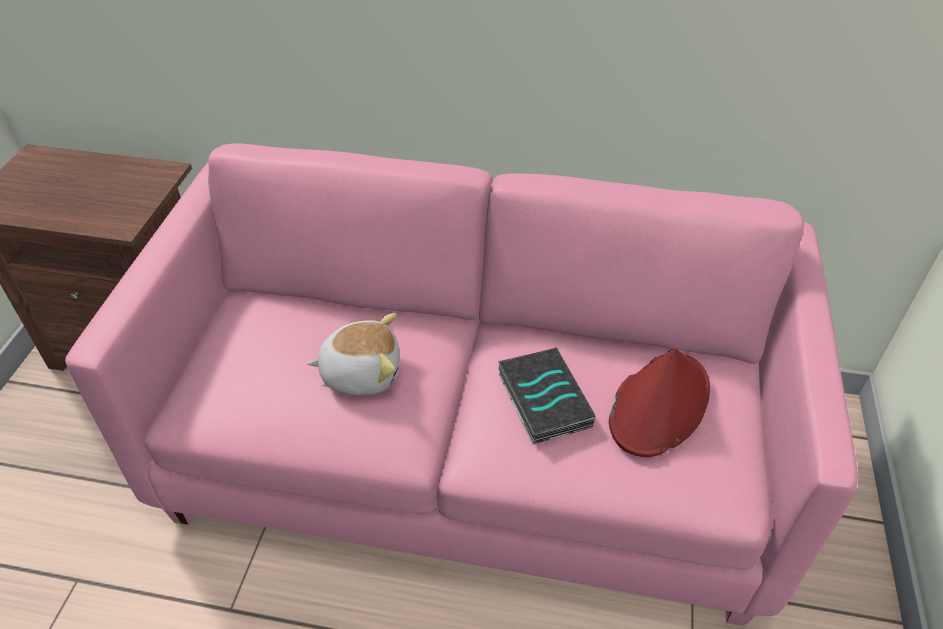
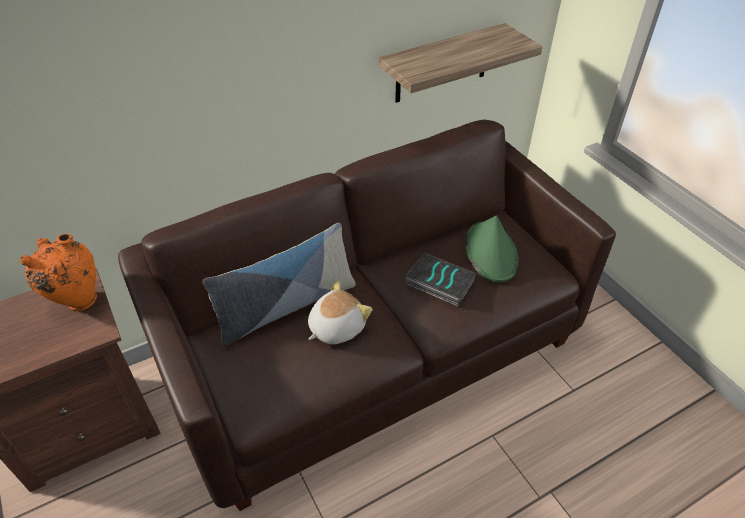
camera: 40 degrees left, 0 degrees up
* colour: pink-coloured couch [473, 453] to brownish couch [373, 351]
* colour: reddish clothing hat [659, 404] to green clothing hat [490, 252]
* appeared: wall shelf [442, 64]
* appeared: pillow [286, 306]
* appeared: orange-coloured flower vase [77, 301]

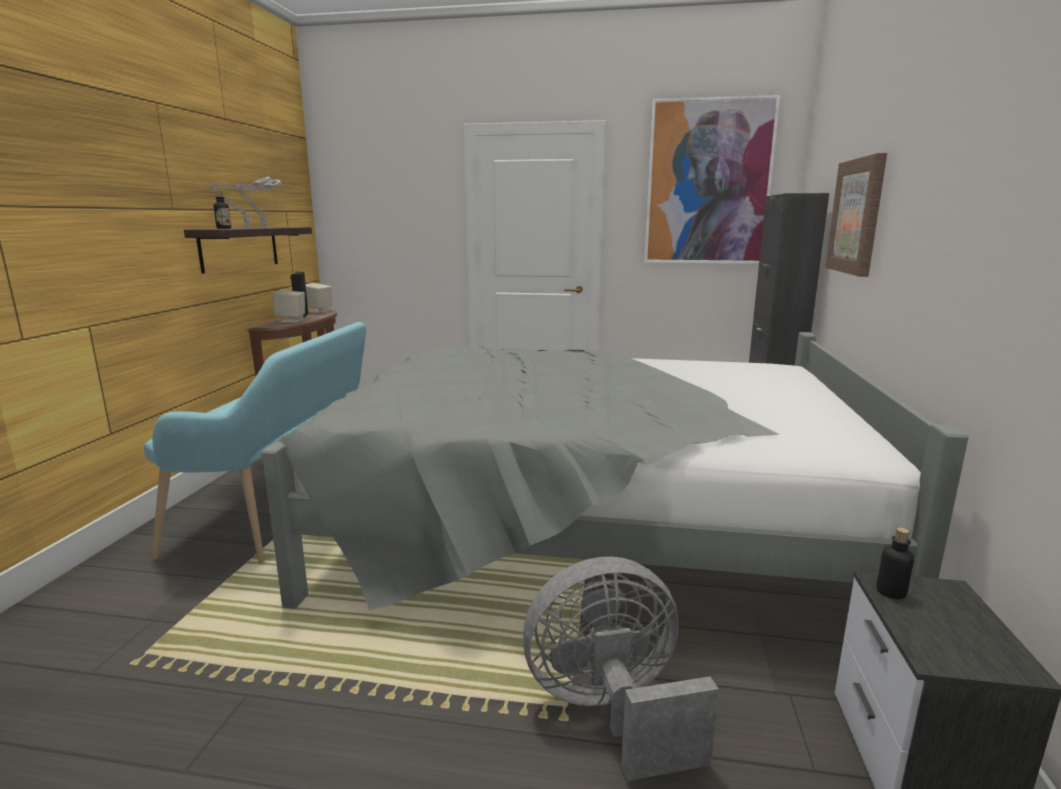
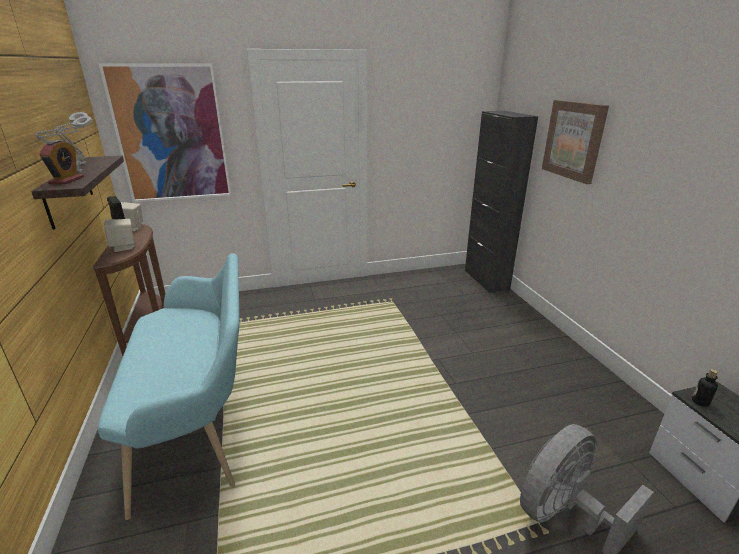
camera: 25 degrees left, 10 degrees up
* relocated: wall art [708, 183] to [171, 134]
* exchanged: bottle [224, 228] to alarm clock [67, 180]
* missing: gray sleeping bed [586, 528]

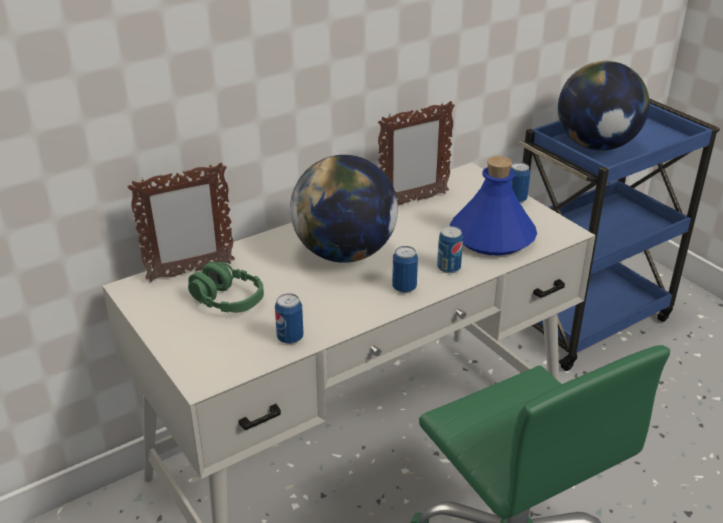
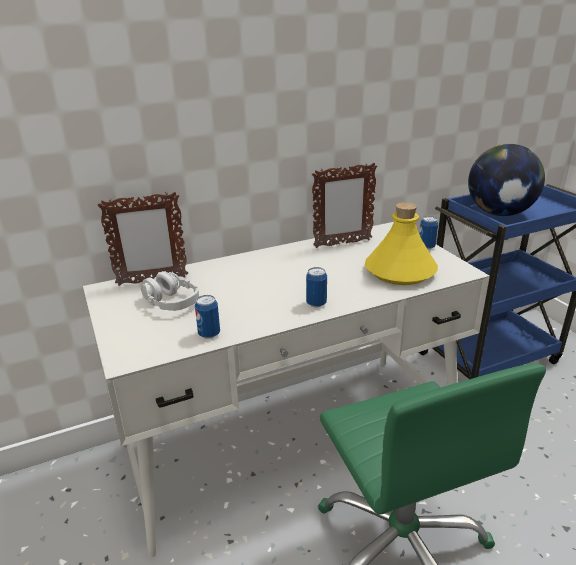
camera: 10 degrees right, 5 degrees down
* missing: world globe [345, 253]
* colour: bluish bottle [492, 237] to yellowish bottle [400, 272]
* missing: can [448, 267]
* colour: green headphones [227, 300] to gray headphones [171, 302]

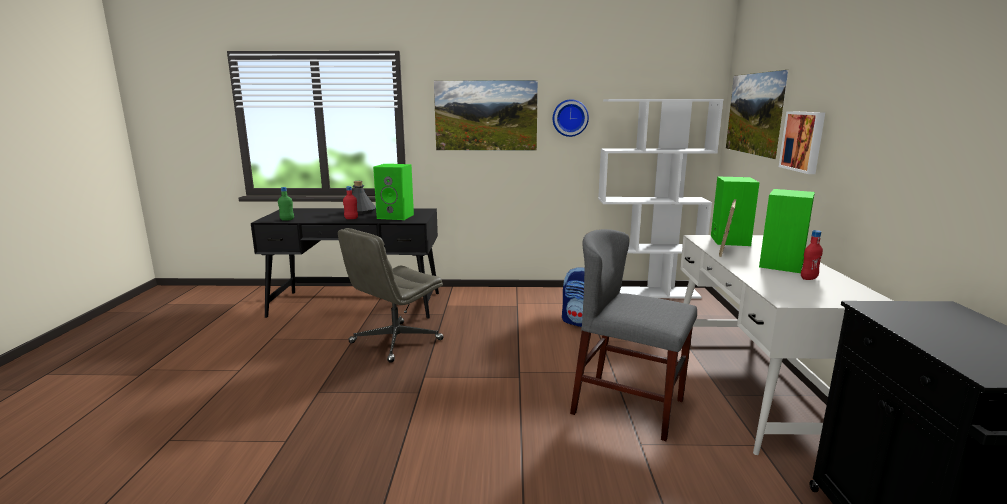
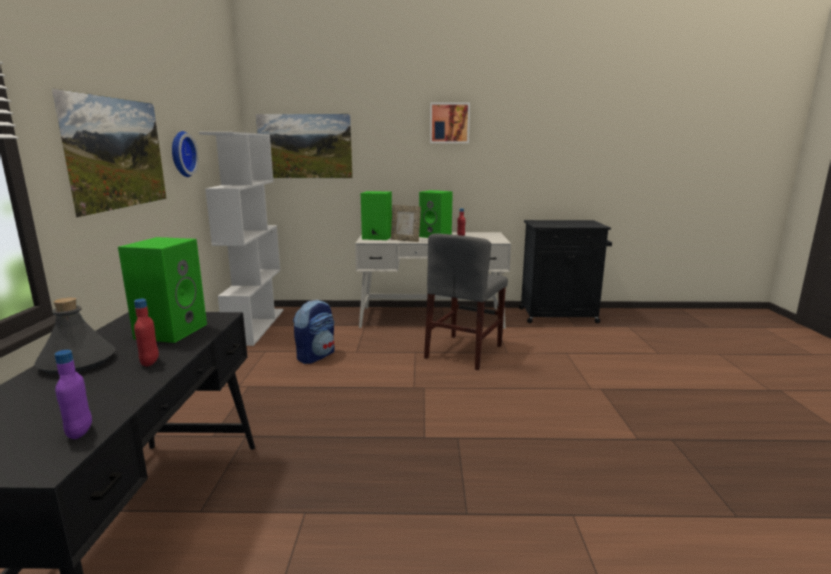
camera: 90 degrees left, 0 degrees up
* relocated: wall art [804, 141] to [449, 123]
* colour: green bottle [287, 220] to purple bottle [80, 432]
* missing: gray office chair [395, 342]

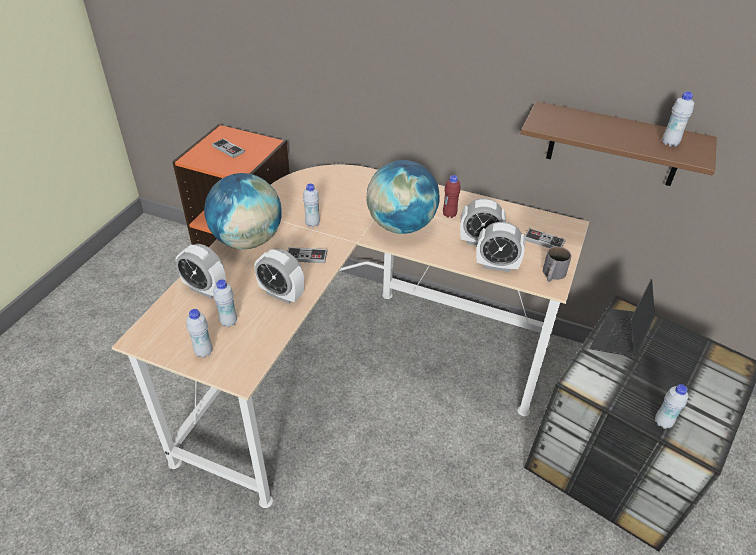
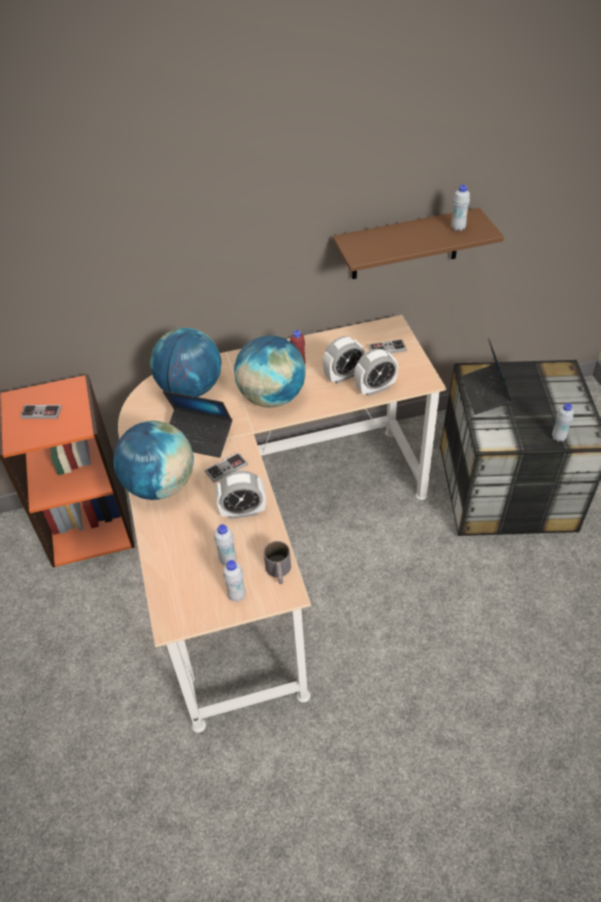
camera: 35 degrees left, 5 degrees up
* exchanged: white bottle [312, 224] to notebook computer [198, 438]
* missing: alarm clock [205, 289]
* relocated: gray tea mug [552, 275] to [279, 572]
* appeared: world globe [191, 389]

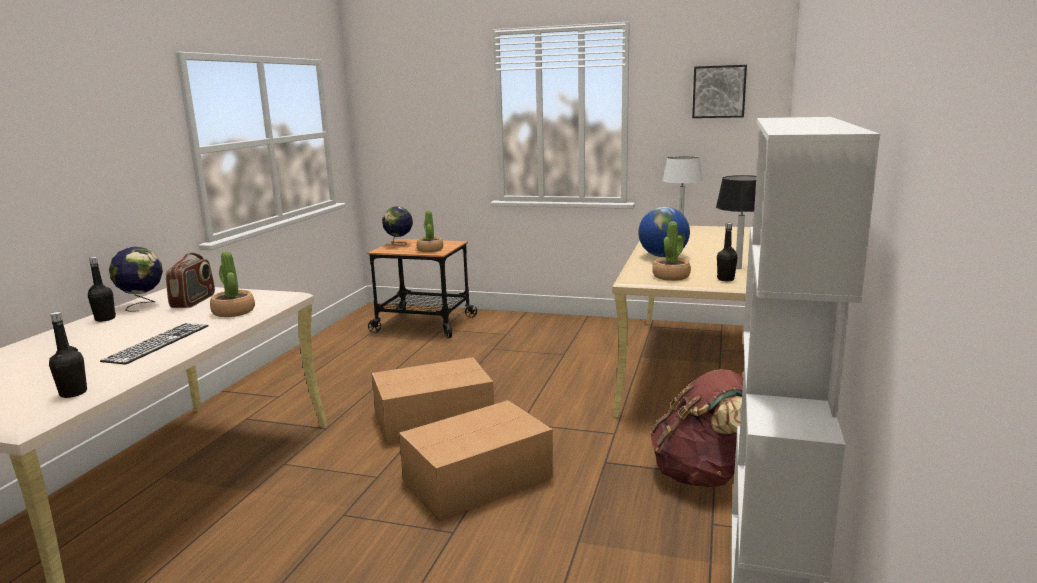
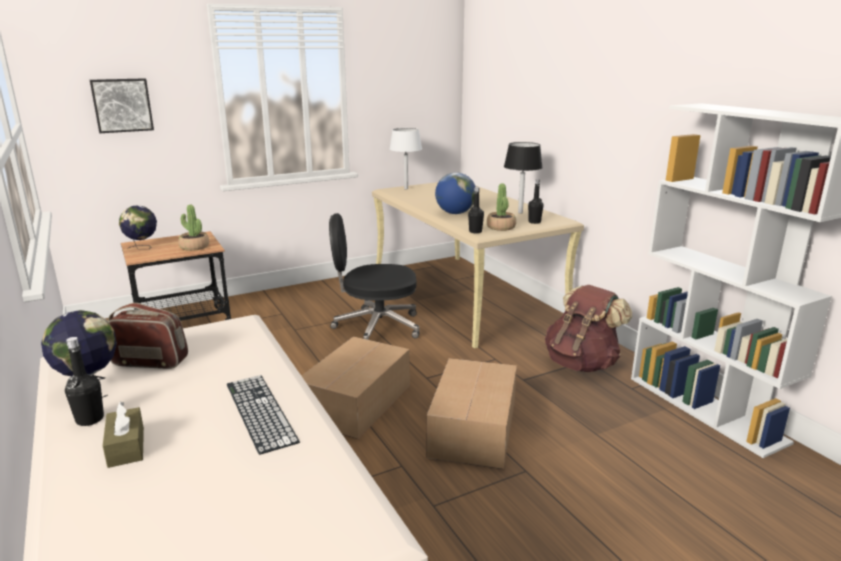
camera: 45 degrees left, 5 degrees up
* relocated: wall art [719, 91] to [122, 105]
* missing: potted plant [233, 312]
* spun: radio receiver [194, 301] = [150, 361] 45 degrees counterclockwise
* relocated: black bottle [73, 393] to [475, 231]
* appeared: black office chair [376, 327]
* appeared: brownish tissue box [126, 447]

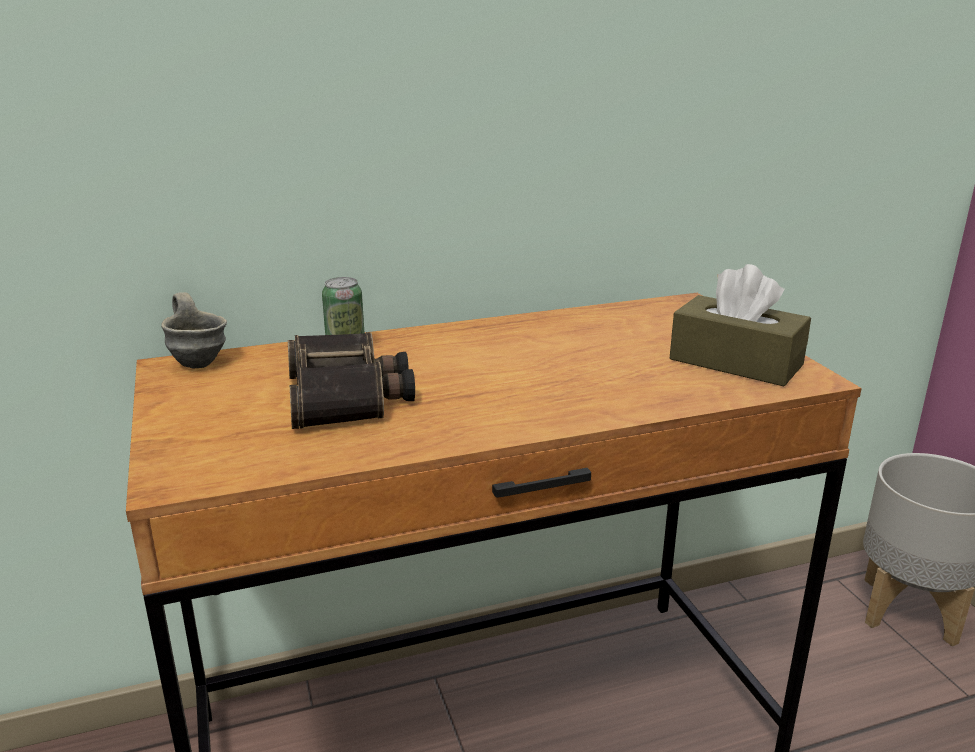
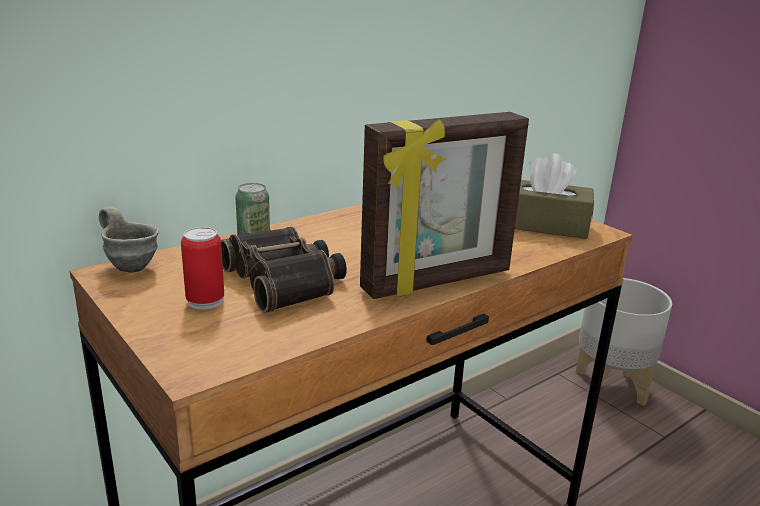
camera: 20 degrees left, 0 degrees up
* appeared: photo frame [438, 282]
* appeared: can [205, 301]

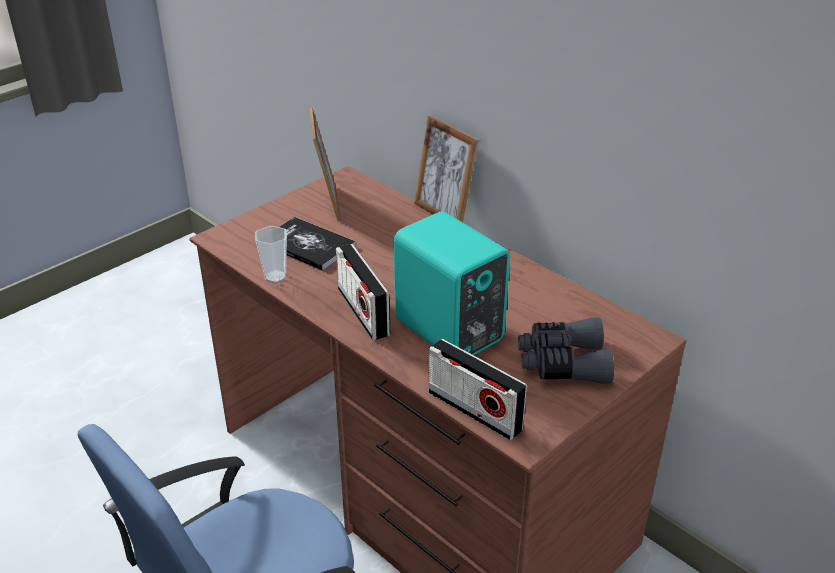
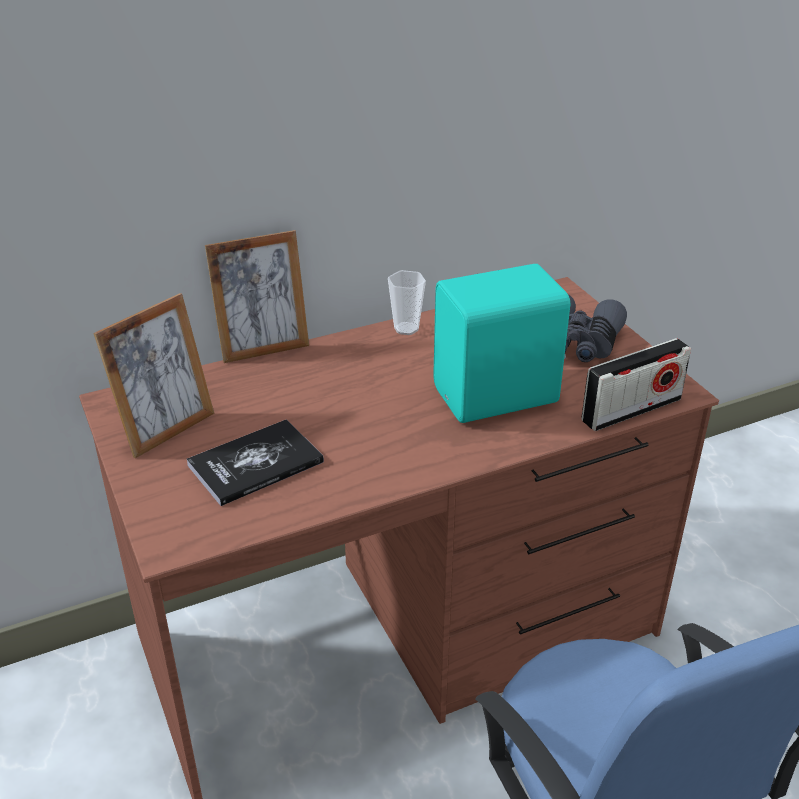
camera: 70 degrees left, 0 degrees up
* spun: photo frame [327, 204] = [166, 429] 120 degrees clockwise
* relocated: small cup [275, 277] to [406, 329]
* missing: radio receiver [363, 312]

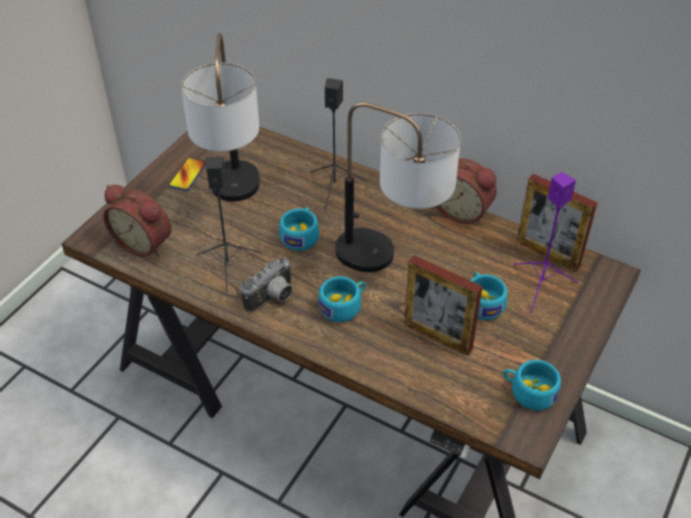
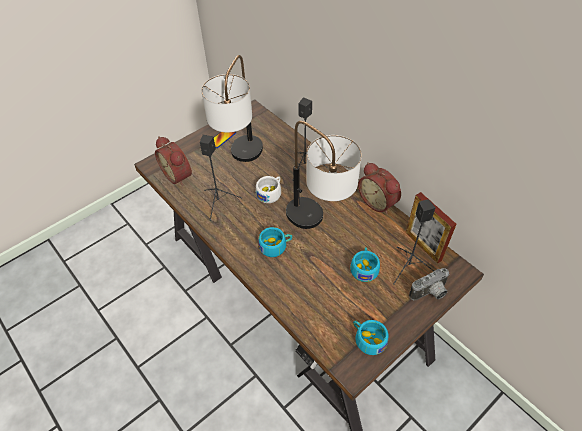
camera: 20 degrees right, 5 degrees up
* colour: purple audio speaker [541, 285] to black audio speaker [409, 267]
* colour: turquoise-coloured small cup [301, 235] to white small cup [270, 193]
* missing: photo frame [437, 336]
* relocated: still camera [273, 299] to [430, 293]

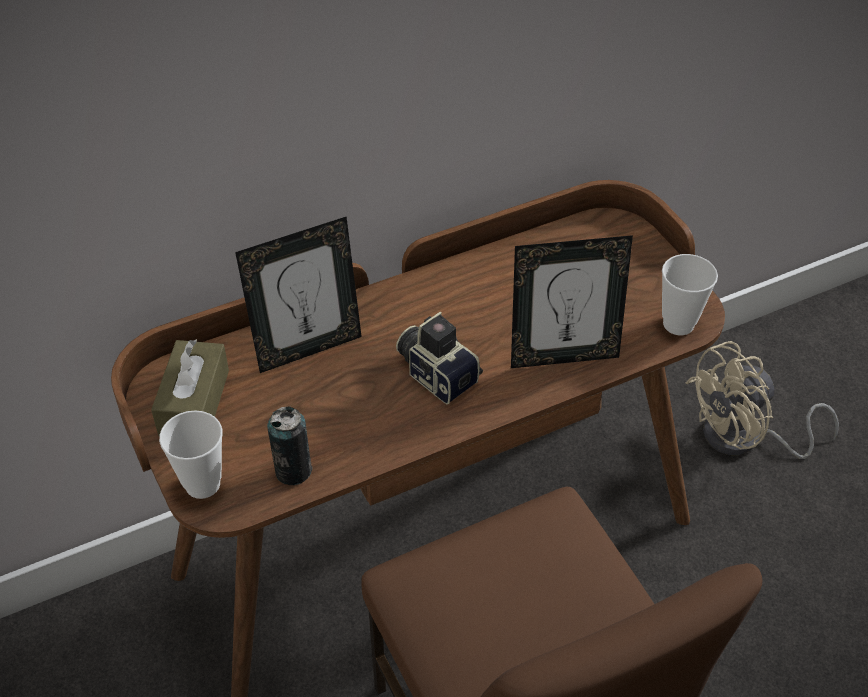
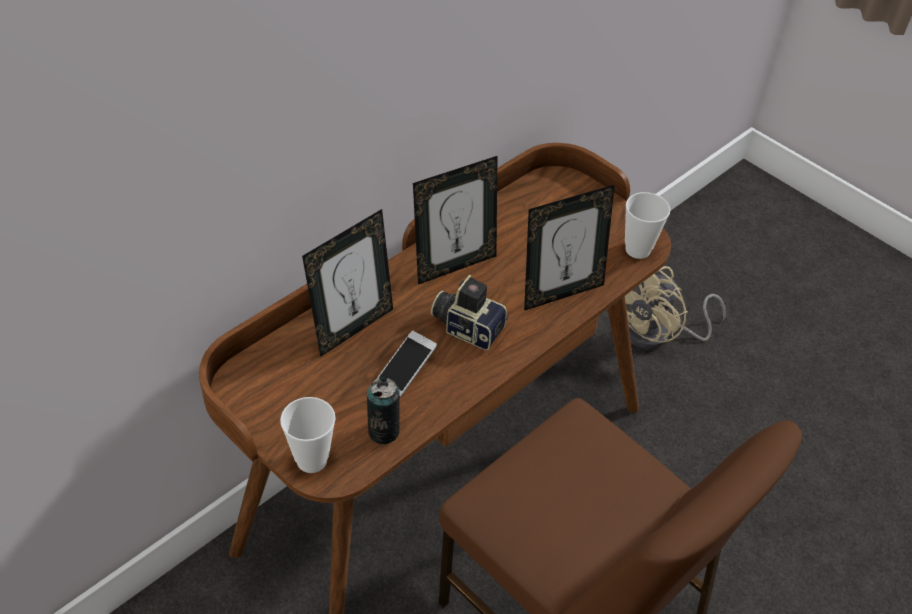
camera: 20 degrees left, 0 degrees up
* missing: brownish tissue box [194, 402]
* appeared: photo frame [454, 265]
* appeared: phone [405, 370]

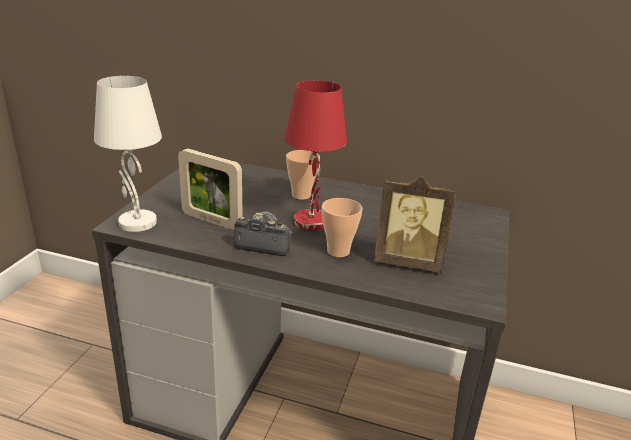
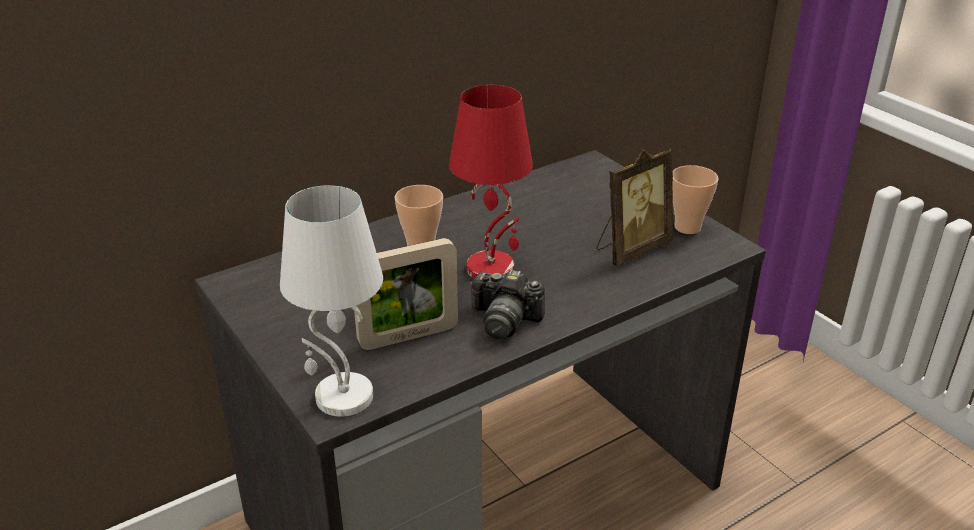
camera: 50 degrees left, 5 degrees up
* relocated: small cup [338, 251] to [687, 227]
* spun: still camera [263, 244] = [505, 320] 120 degrees counterclockwise

